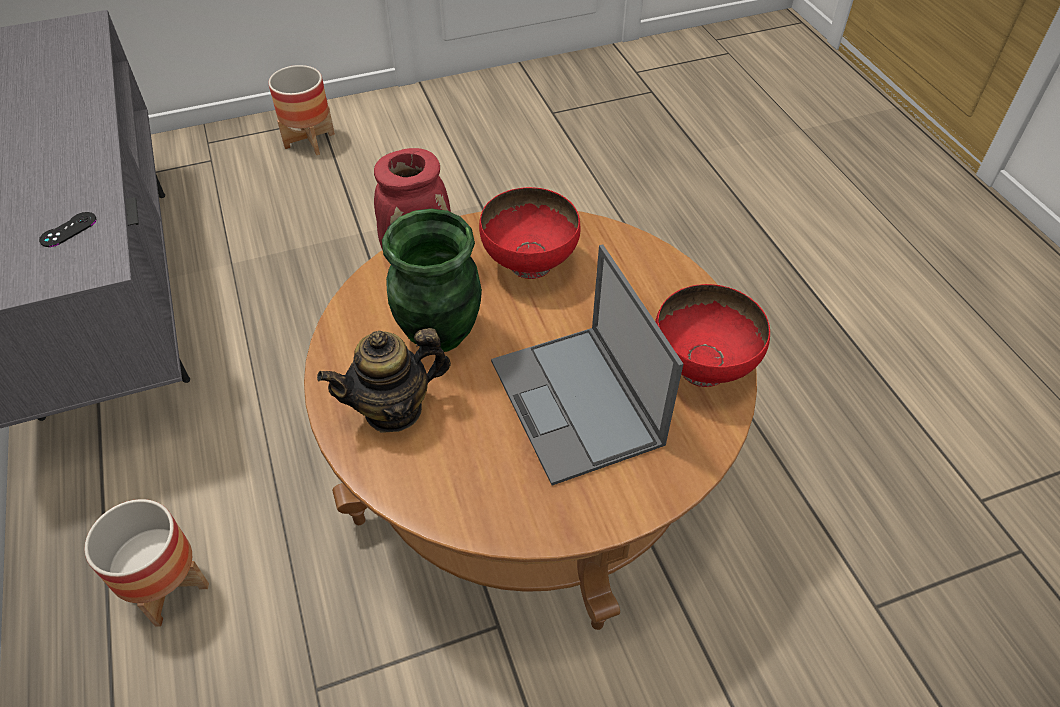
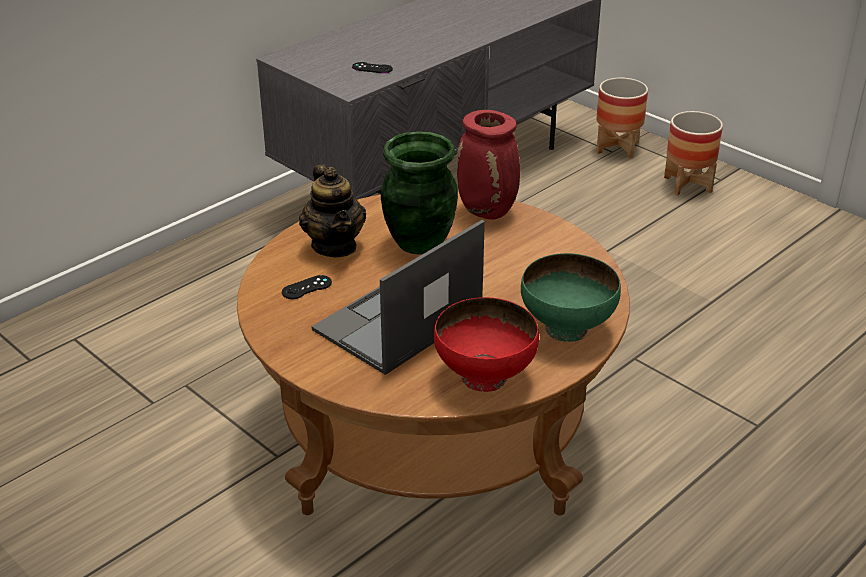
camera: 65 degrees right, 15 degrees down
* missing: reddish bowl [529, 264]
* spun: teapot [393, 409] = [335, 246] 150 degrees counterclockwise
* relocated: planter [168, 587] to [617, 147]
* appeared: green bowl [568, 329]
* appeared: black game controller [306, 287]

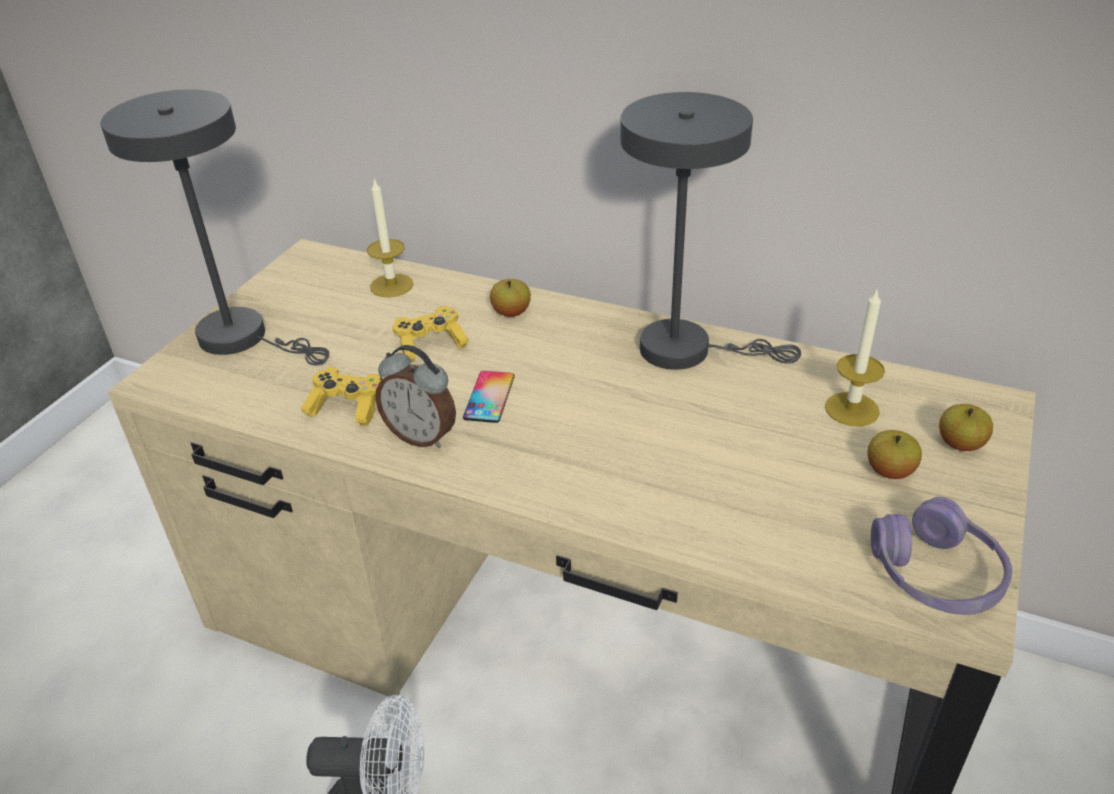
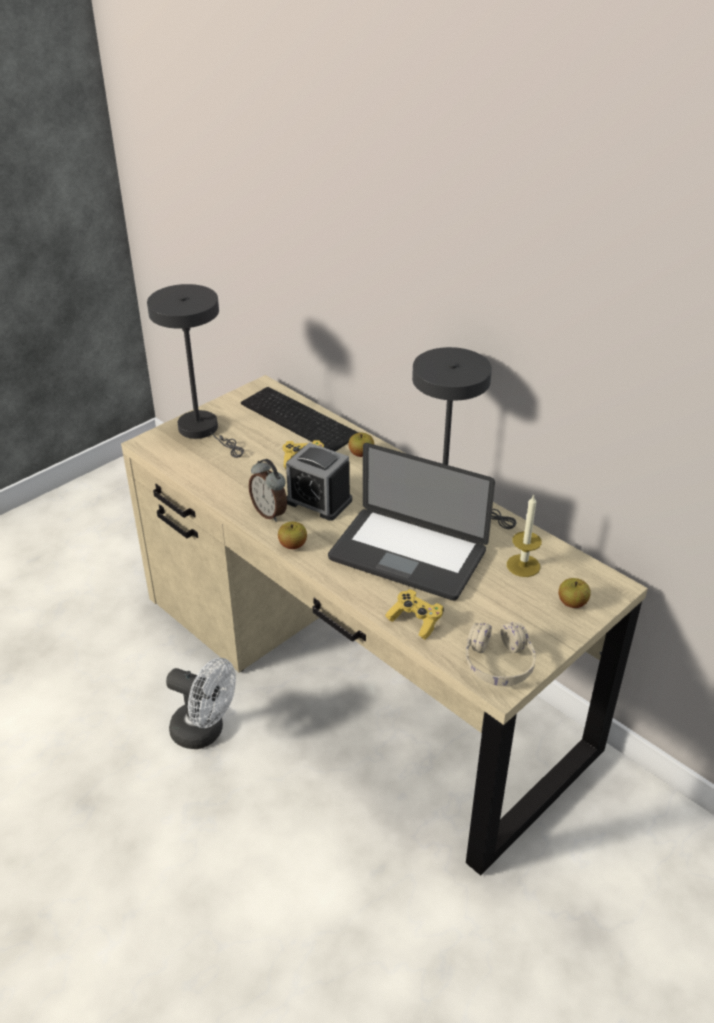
camera: 20 degrees right, 0 degrees up
* exchanged: wax light [391, 285] to computer keyboard [301, 419]
* relocated: yellowish game controller [347, 407] to [415, 621]
* exchanged: phone [489, 397] to alarm clock [318, 501]
* relocated: apple [889, 471] to [293, 545]
* colour: purple headphones [936, 574] to sand-coloured headphones [498, 663]
* appeared: notebook computer [407, 555]

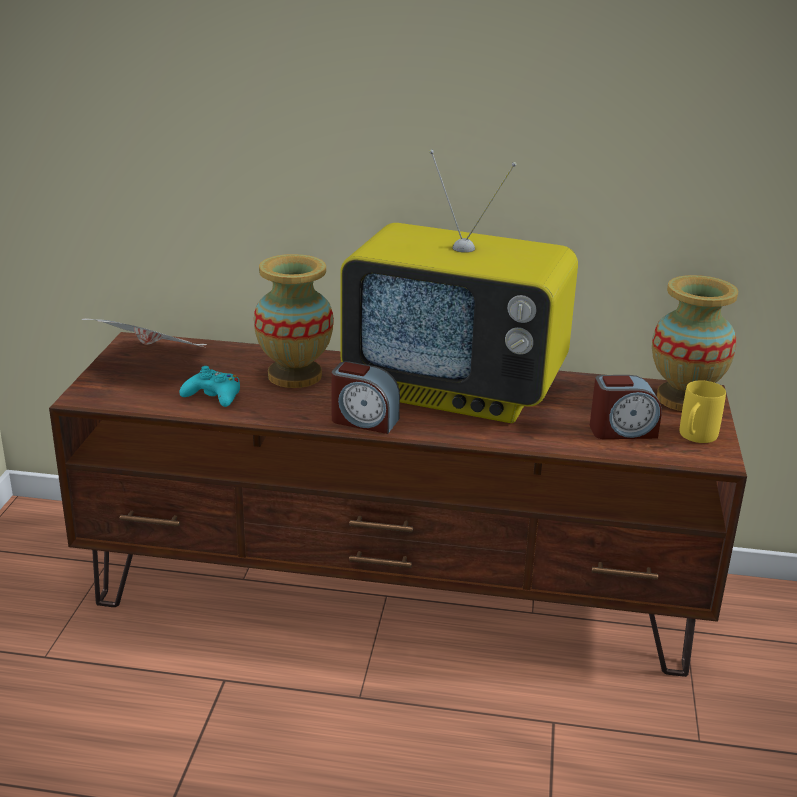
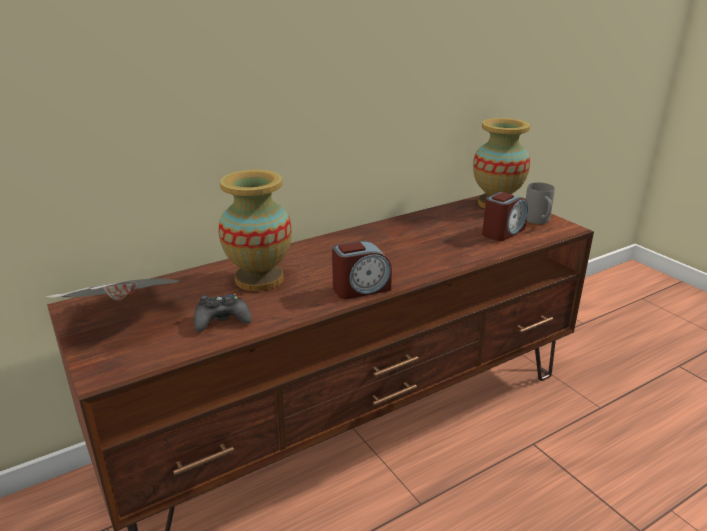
camera: 40 degrees left, 0 degrees up
* missing: television [457, 391]
* colour: turquoise-coloured game controller [213, 396] to black game controller [222, 320]
* colour: yellowish tea mug [695, 438] to gray tea mug [538, 221]

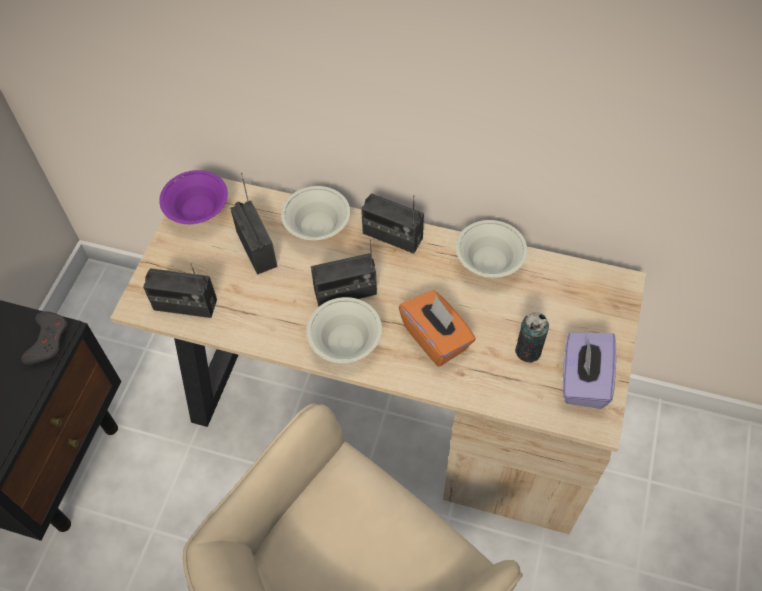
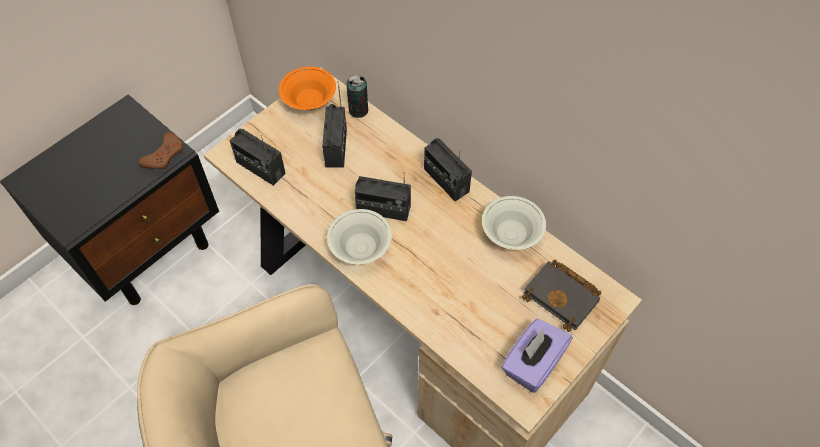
camera: 25 degrees right, 0 degrees up
* colour: purple bowl [199, 212] to orange-coloured bowl [310, 102]
* missing: white bowl [317, 228]
* missing: orange-coloured tissue box [436, 338]
* colour: gray game controller [48, 341] to brownish game controller [164, 155]
* relocated: can [528, 351] to [358, 110]
* appeared: black volume [563, 297]

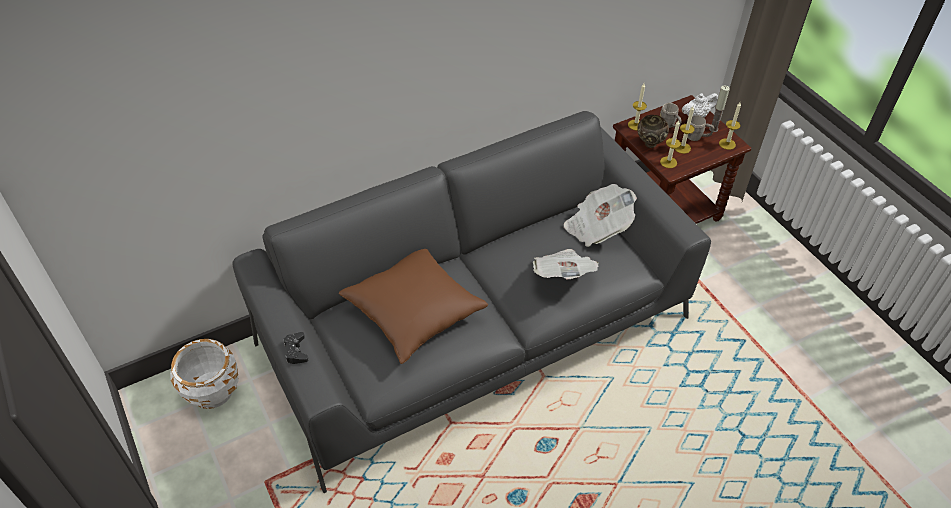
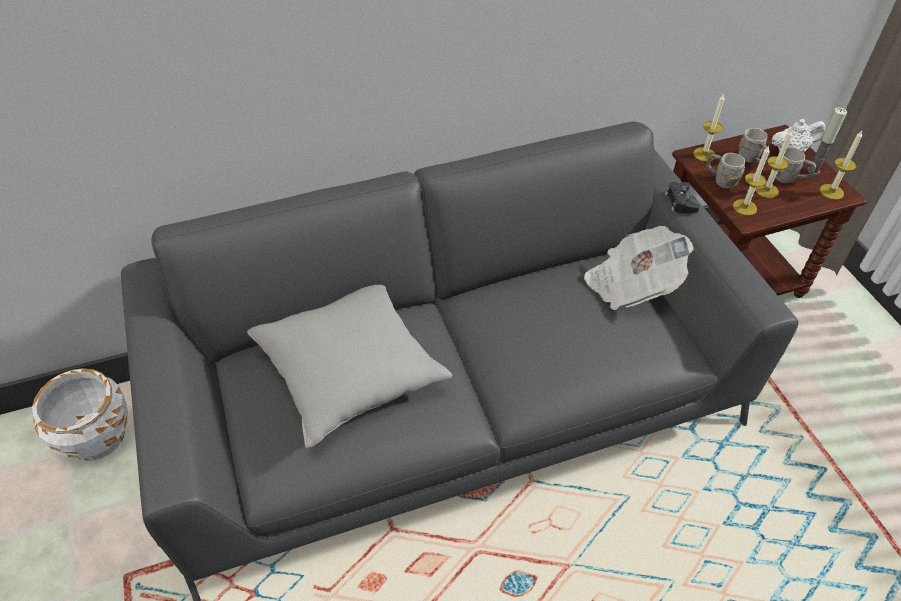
camera: 10 degrees right, 0 degrees up
* exchanged: brownish bowl [649, 143] to gray tea mug [720, 180]
* colour: brownish pillow [414, 311] to gray pillow [350, 371]
* missing: daily paper [563, 275]
* relocated: black game controller [296, 351] to [680, 201]

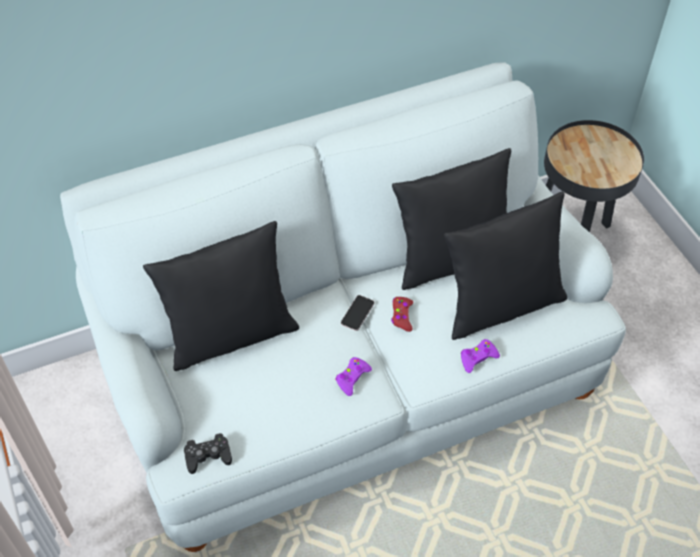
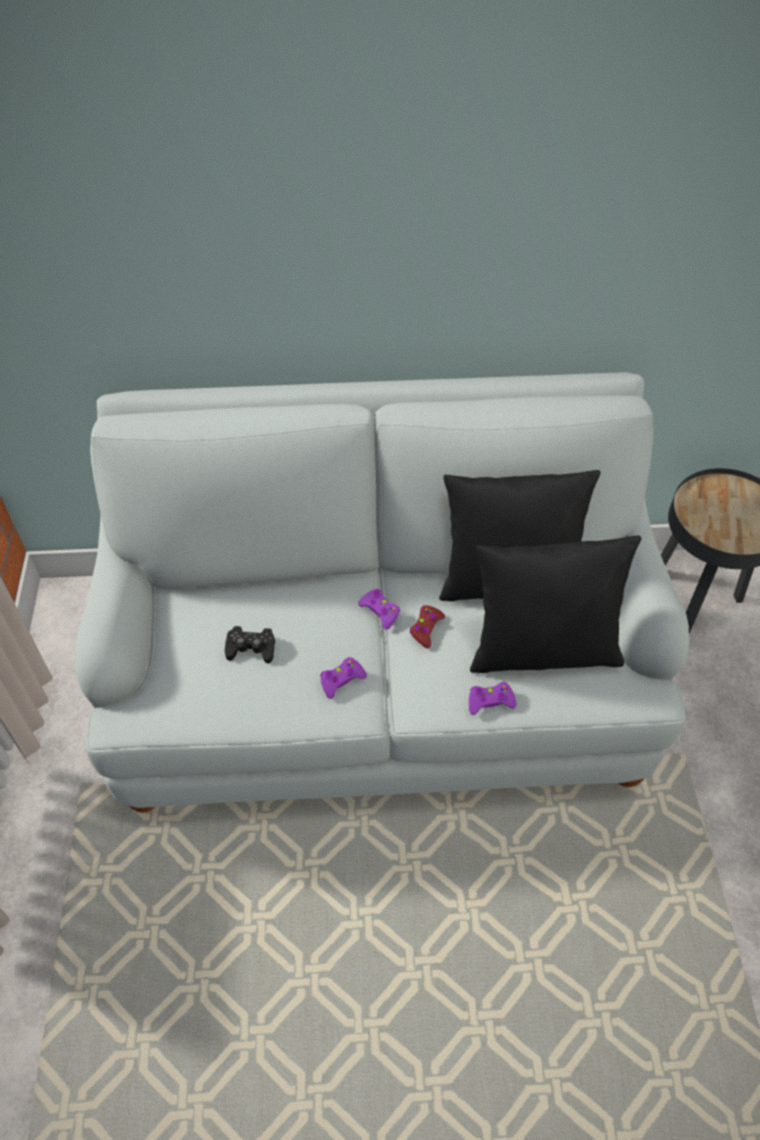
camera: 20 degrees right, 0 degrees up
* missing: black pillow [231, 335]
* exchanged: phone [357, 313] to purple game controller [380, 611]
* relocated: black game controller [208, 456] to [251, 648]

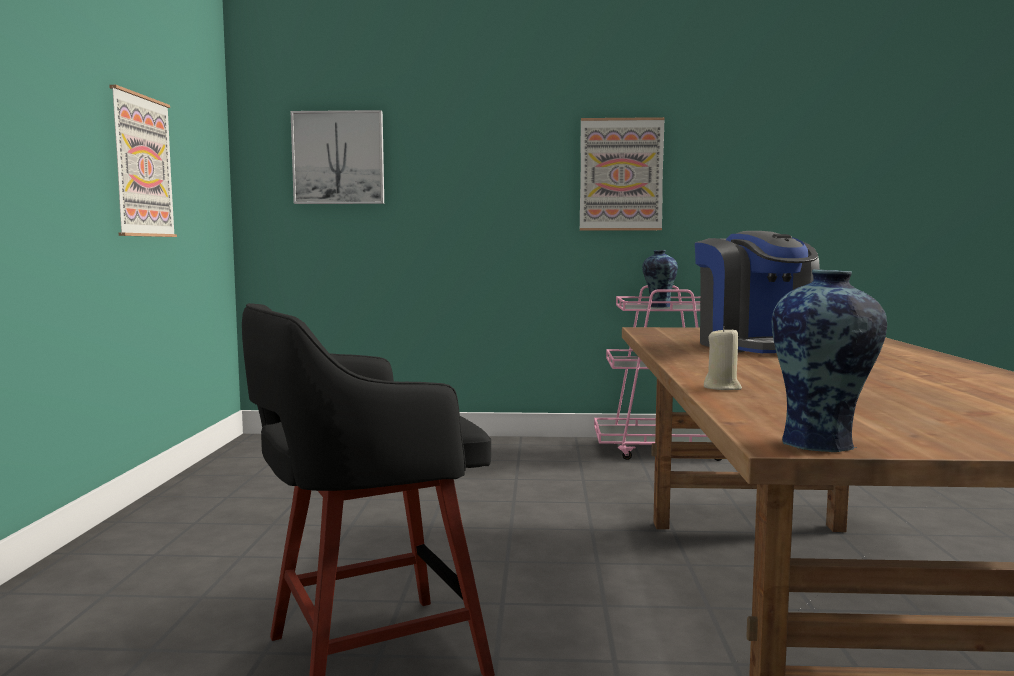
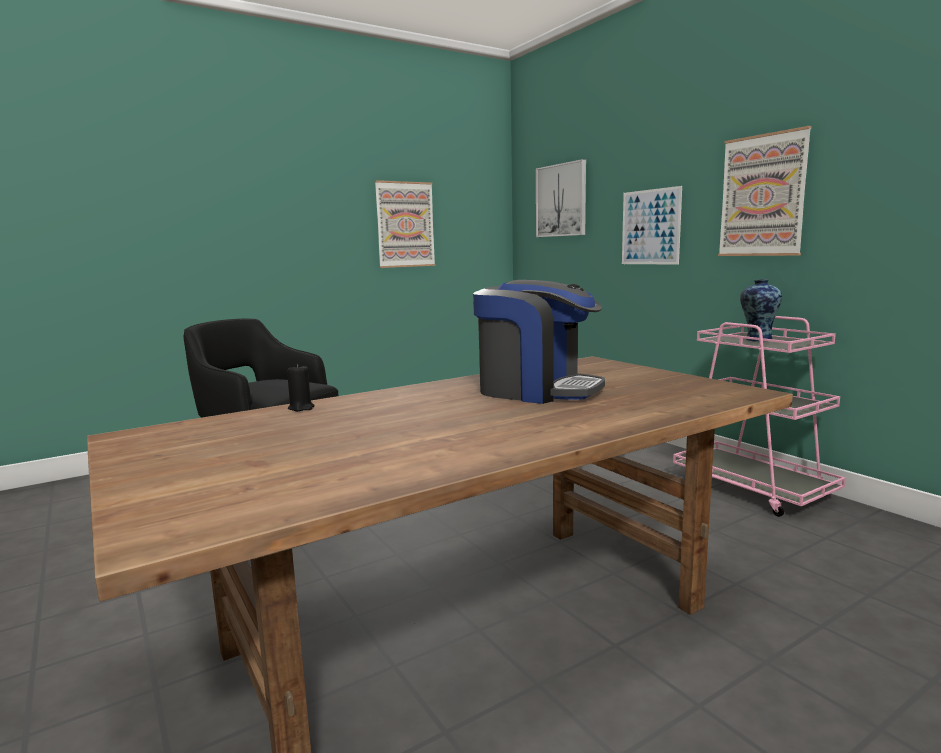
camera: 55 degrees right, 5 degrees up
* spun: coffee brewer [755, 347] = [536, 390] 105 degrees counterclockwise
* missing: flower vase [821, 444]
* colour: sand-coloured wax light [722, 388] to black wax light [301, 408]
* appeared: wall art [650, 227]

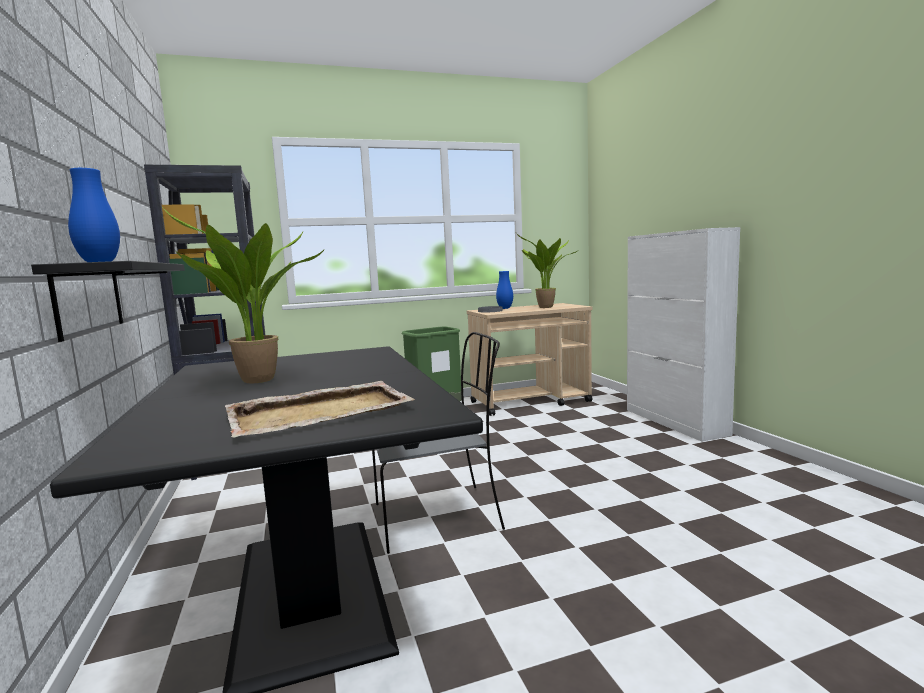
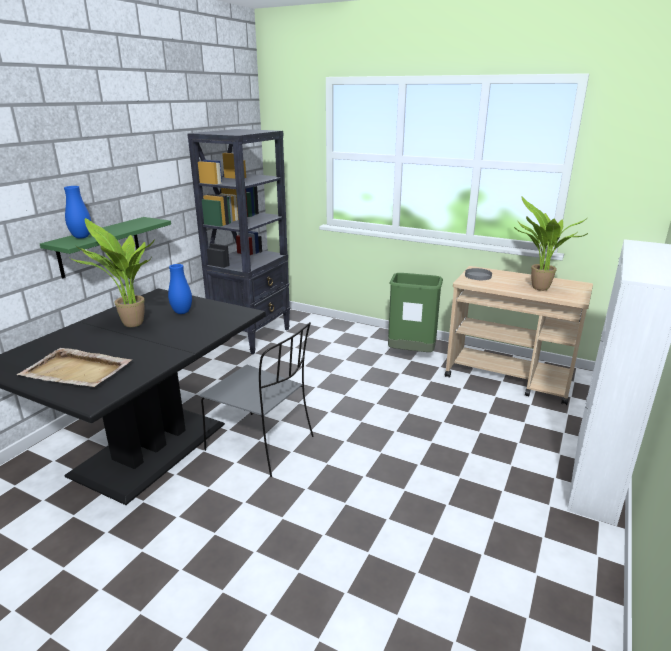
camera: 45 degrees right, 15 degrees up
* colour: black wall shelf [89, 298] to green wall shelf [99, 246]
* relocated: bluish flower vase [505, 308] to [182, 312]

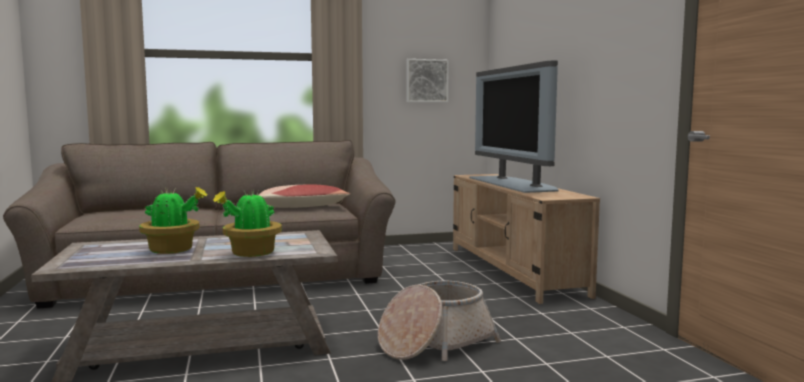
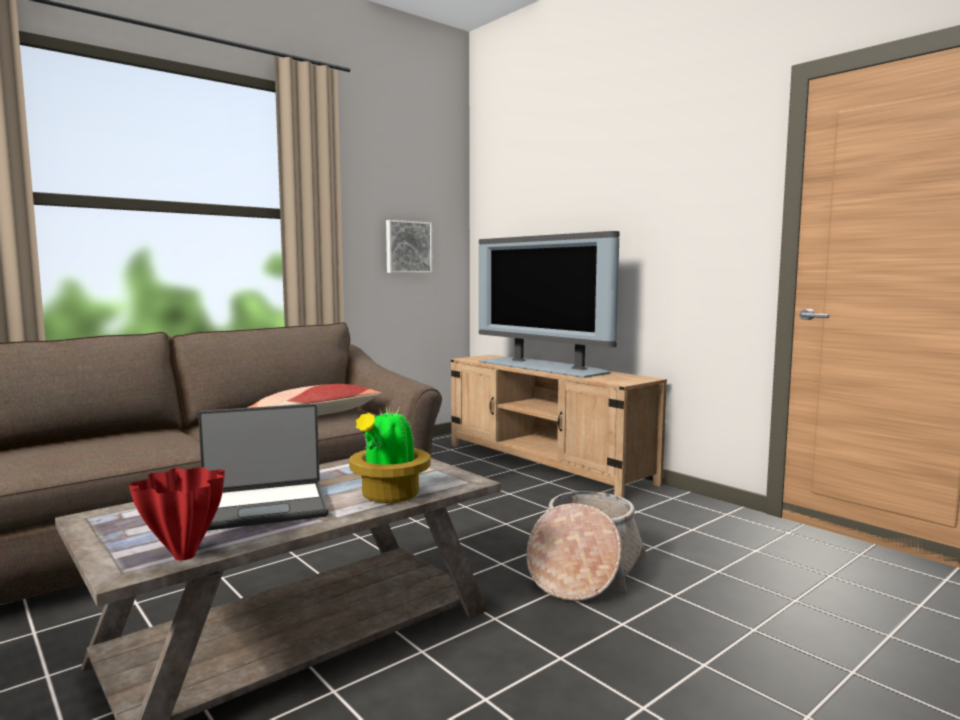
camera: 25 degrees left, 0 degrees up
* exchanged: potted plant [173, 250] to notebook computer [264, 507]
* appeared: reddish flower vase [184, 555]

